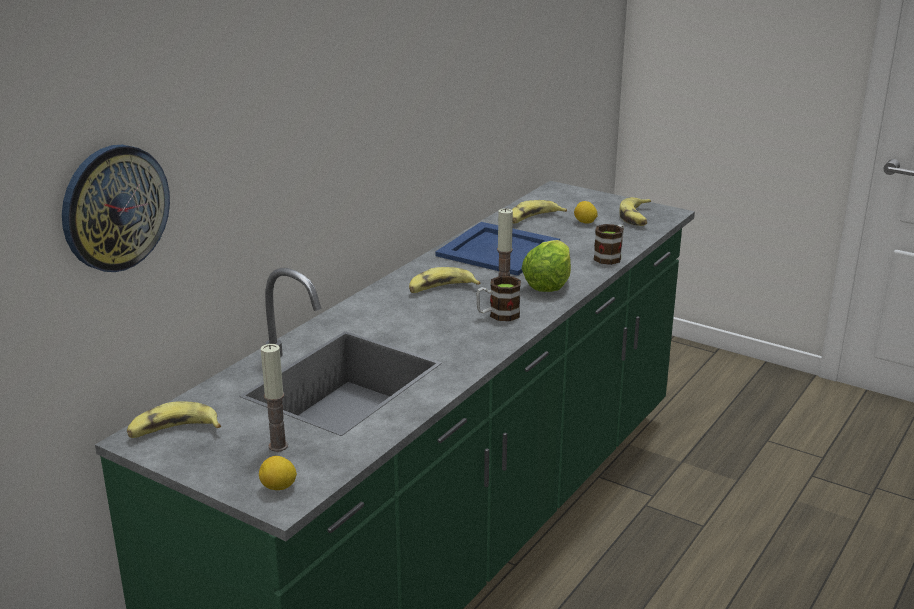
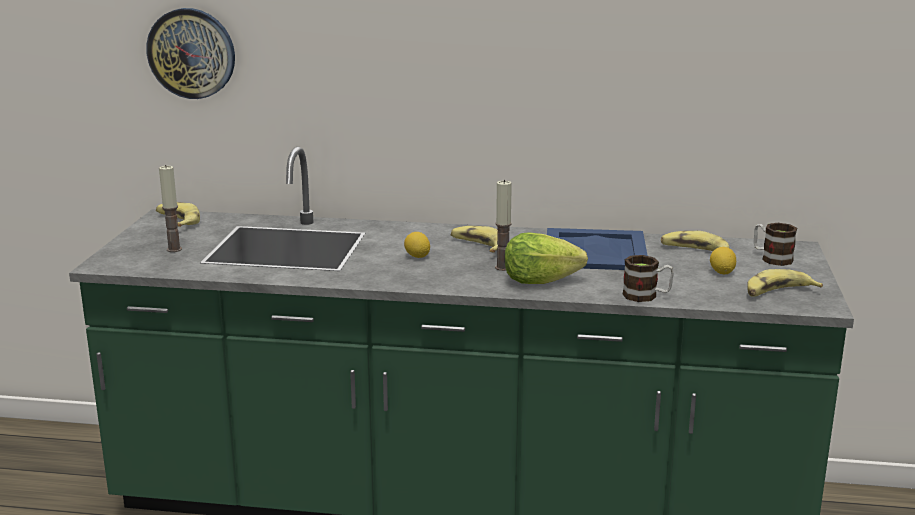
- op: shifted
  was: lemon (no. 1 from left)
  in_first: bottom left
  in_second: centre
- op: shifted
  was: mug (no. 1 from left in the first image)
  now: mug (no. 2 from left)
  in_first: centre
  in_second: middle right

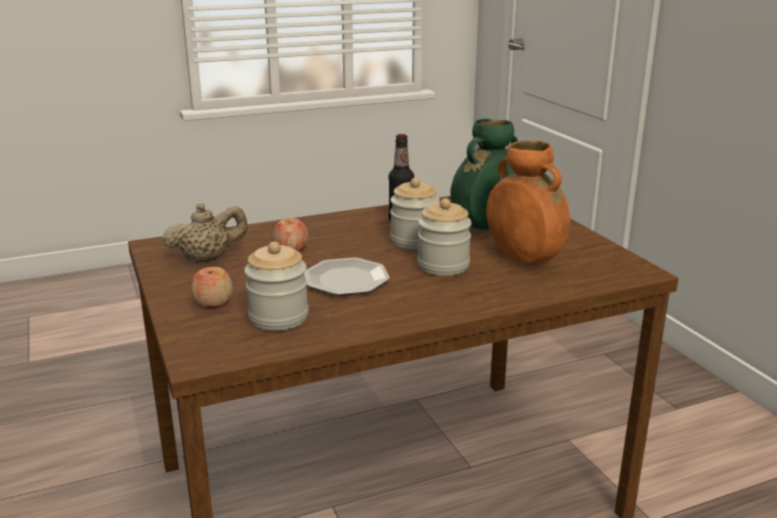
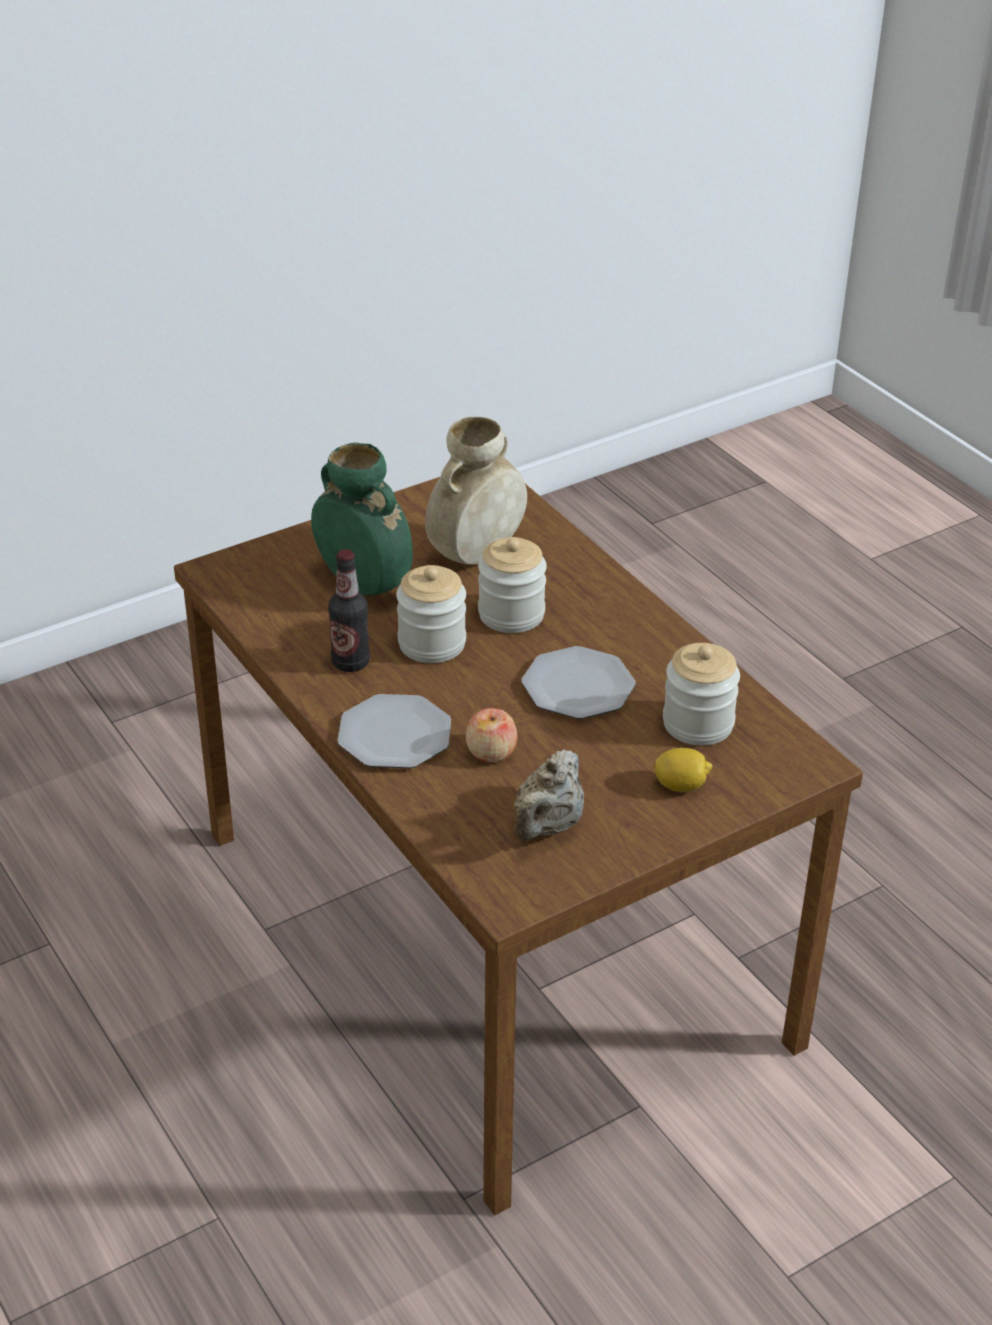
- op: new
  now: plate (no. 1 from left)
  in_second: centre
- op: swapped
  was: apple (no. 1 from left)
  now: lemon
  in_first: middle left
  in_second: middle right
- op: repainted
  was: orange_vase
  now: beige_vase
  in_first: middle right
  in_second: centre
- op: rotated
  was: beige_teapot
  in_first: middle left
  in_second: centre
  clockwise: -120

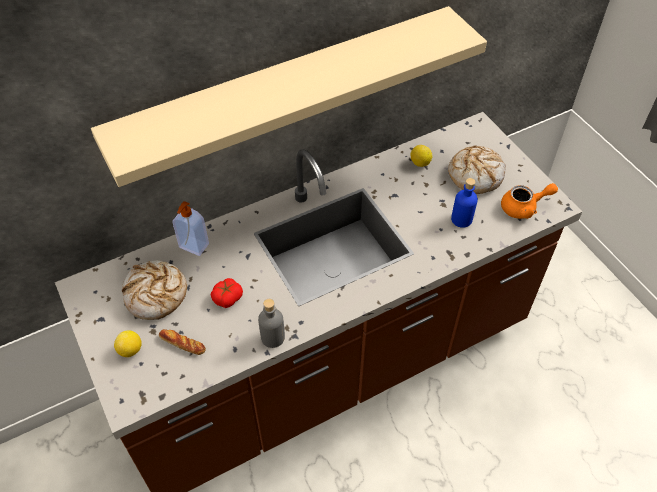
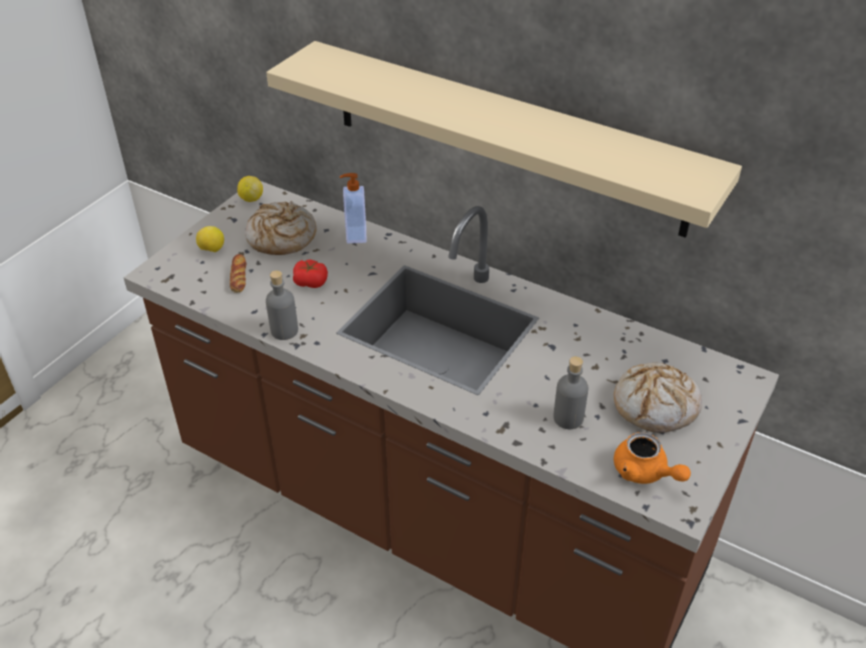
- op: shifted
  was: lemon (no. 2 from left)
  in_first: top centre
  in_second: top left
- op: repainted
  was: blue_bottle
  now: grey_bottle (no. 2 from left)
  in_first: middle right
  in_second: centre

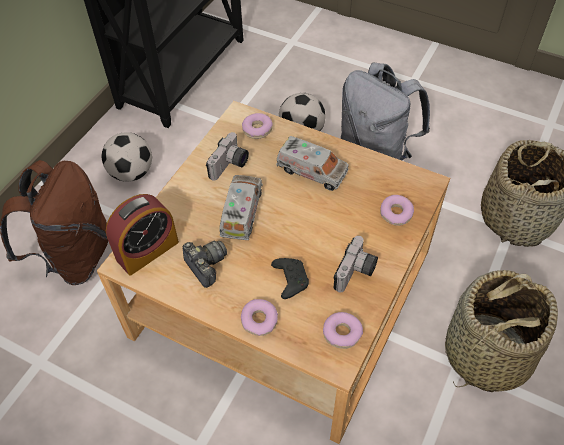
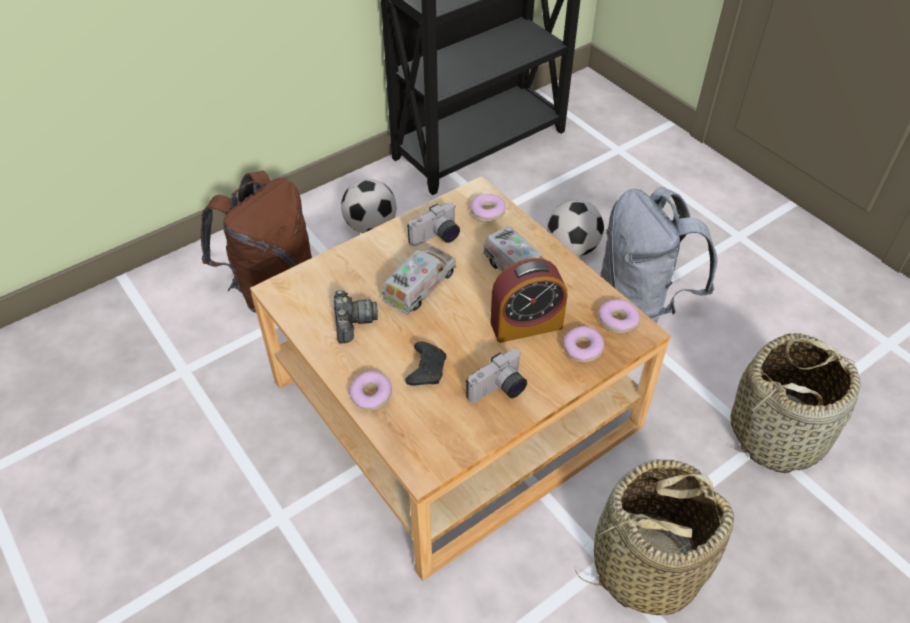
- op: shifted
  was: alarm_clock
  in_first: middle left
  in_second: centre
- op: shifted
  was: donut (no. 3 from left in the first image)
  now: donut (no. 4 from left)
  in_first: bottom centre
  in_second: middle right

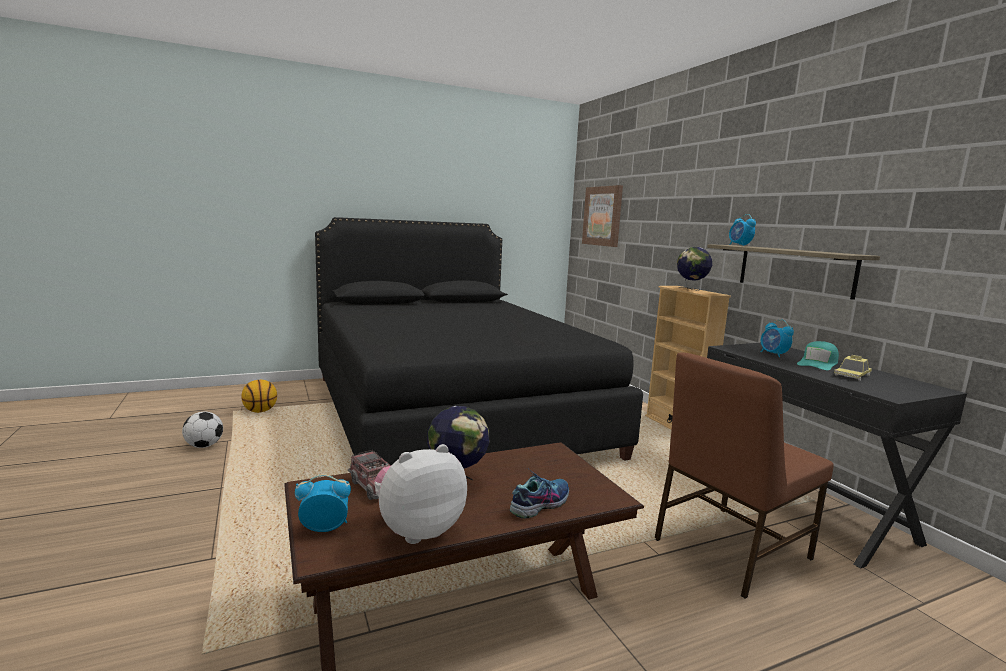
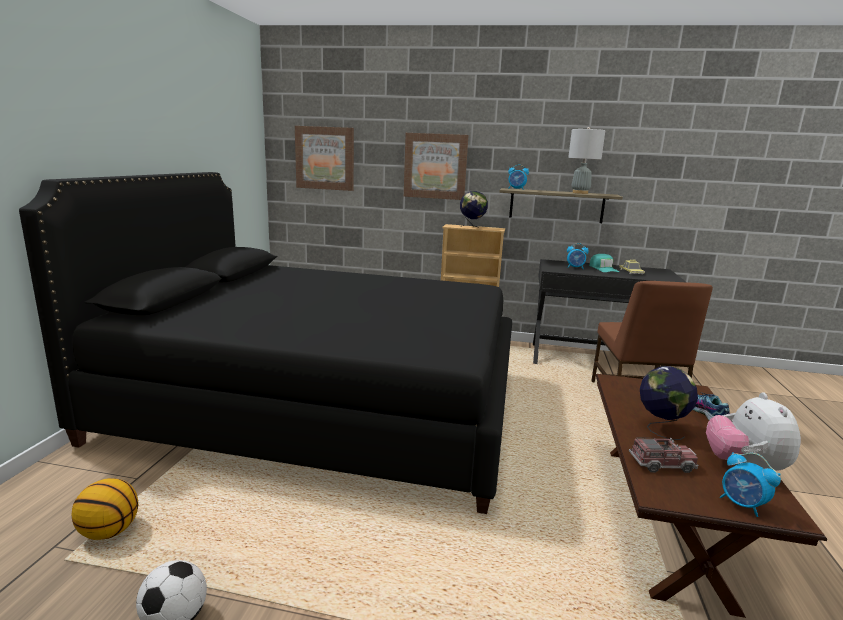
- op: new
  now: picture (no. 2 from left)
  in_second: top centre
- op: new
  now: grey_table_lamp
  in_second: top right
- op: rotated
  was: alarm_clock (no. 1 from left in the first image)
  in_first: bottom left
  in_second: bottom right
  clockwise: -60

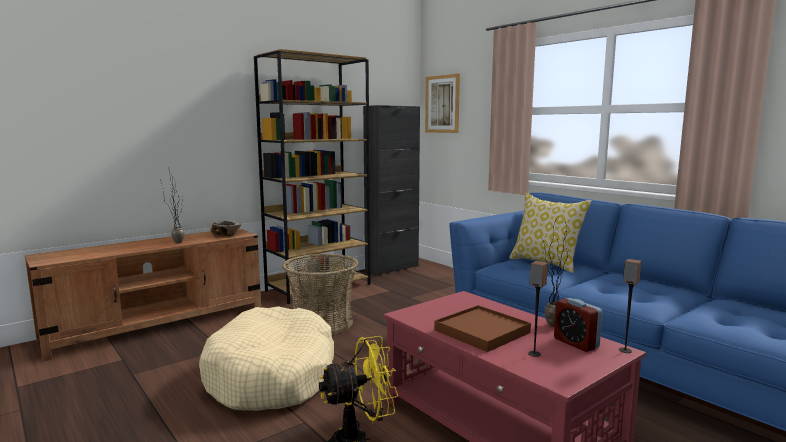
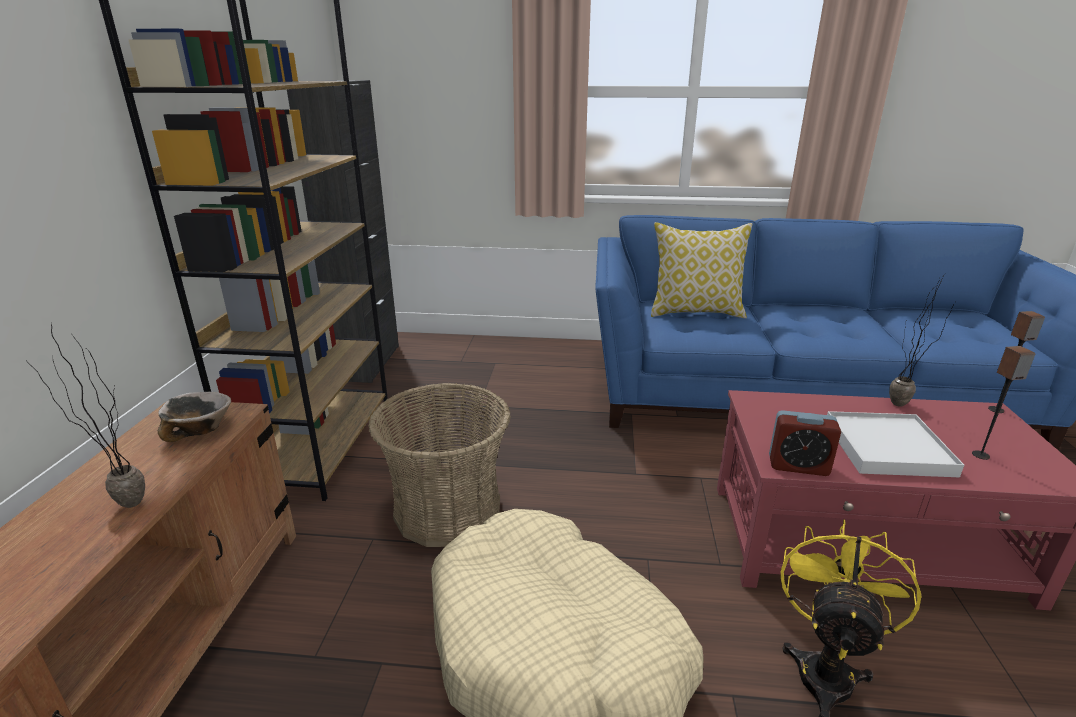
- op: gone
  was: picture
  in_first: top centre
- op: shifted
  was: alarm_clock
  in_first: bottom right
  in_second: middle right
- op: repainted
  was: brown_tray
  now: white_tray
  in_first: bottom centre
  in_second: middle right

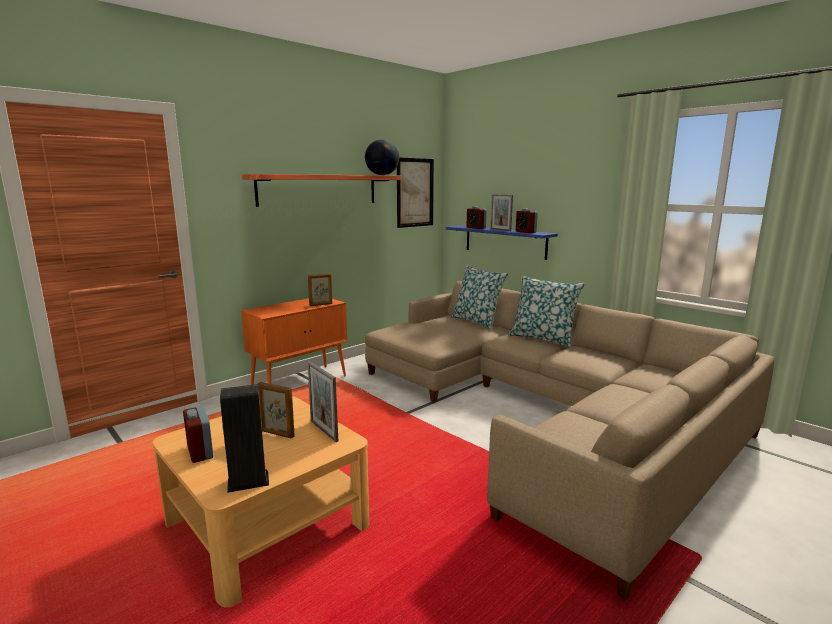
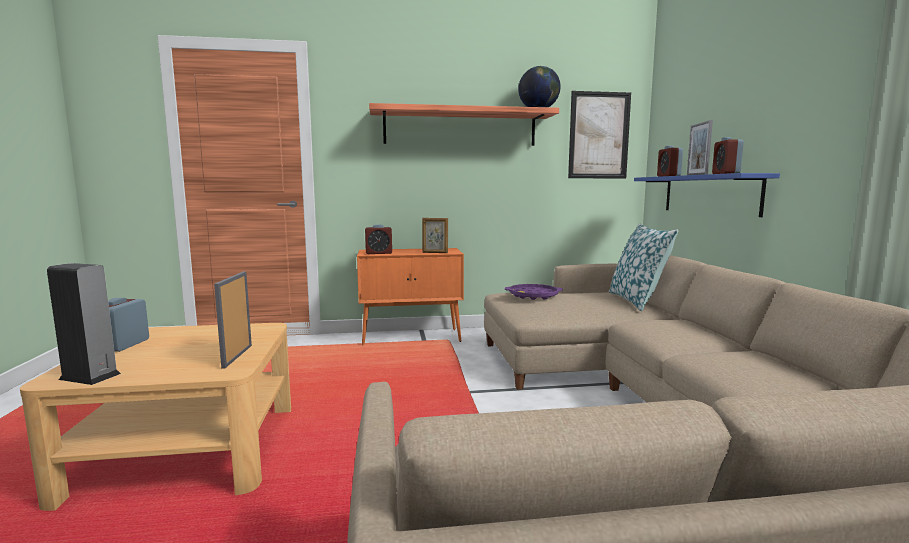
- op: gone
  was: picture_frame (no. 1 from left)
  in_first: middle left
- op: gone
  was: pillow (no. 2 from left)
  in_first: centre
- op: new
  now: alarm_clock (no. 2 from left)
  in_second: centre
- op: new
  now: purple_tray
  in_second: centre

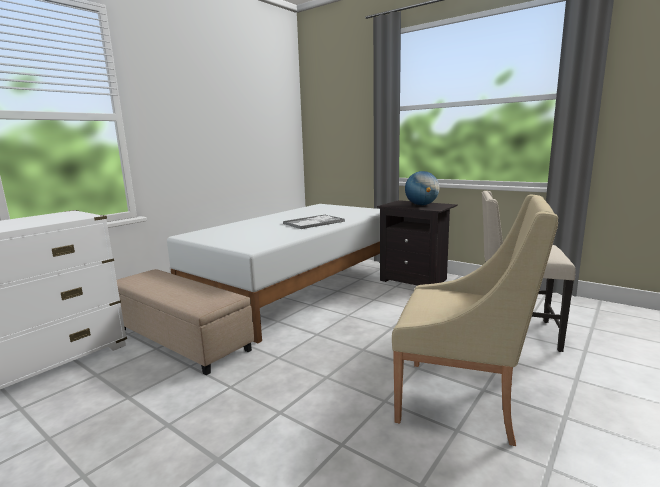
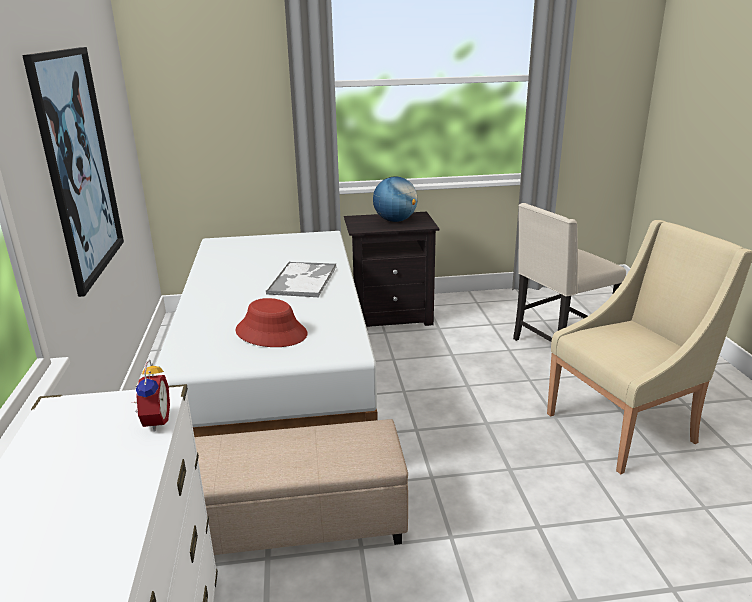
- op: new
  now: picture
  in_second: top left
- op: new
  now: alarm_clock
  in_second: middle left
- op: new
  now: red_hat
  in_second: centre

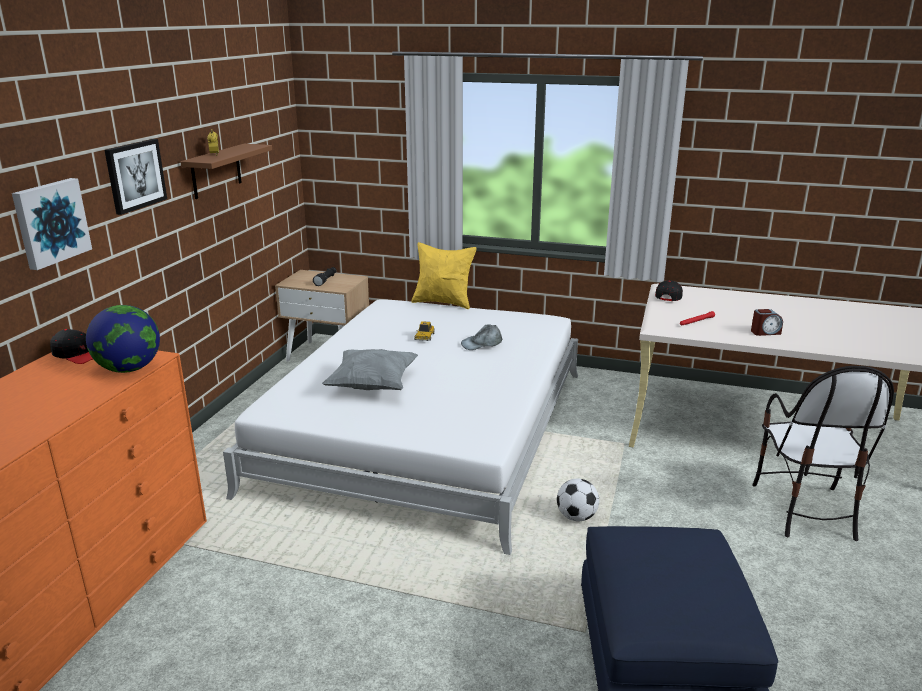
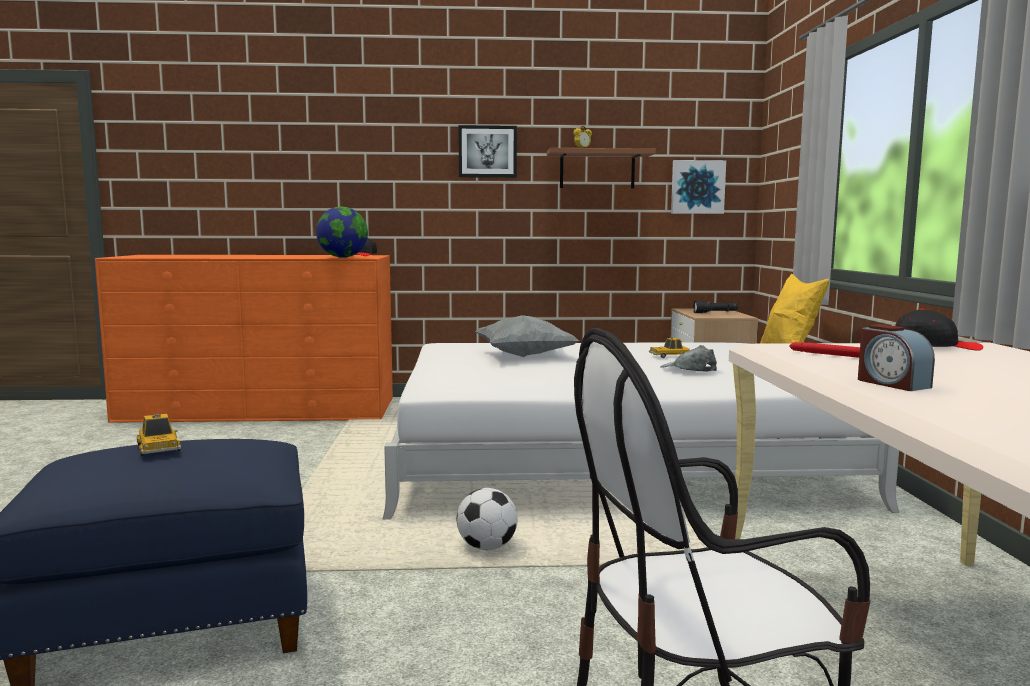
- op: new
  now: toy_car (no. 1 from left)
  in_second: middle left
- op: shifted
  was: picture (no. 1 from left in the first image)
  now: picture (no. 2 from left)
  in_first: top left
  in_second: top right

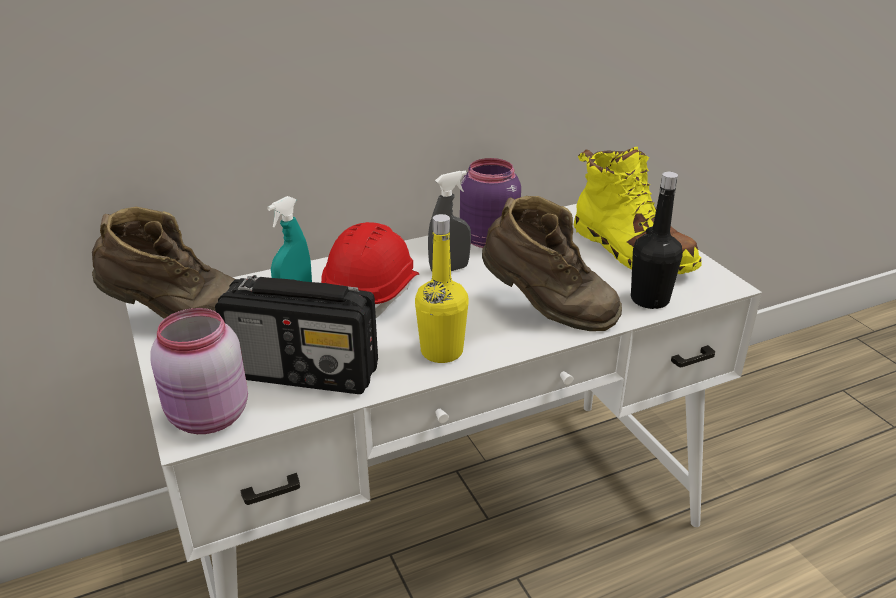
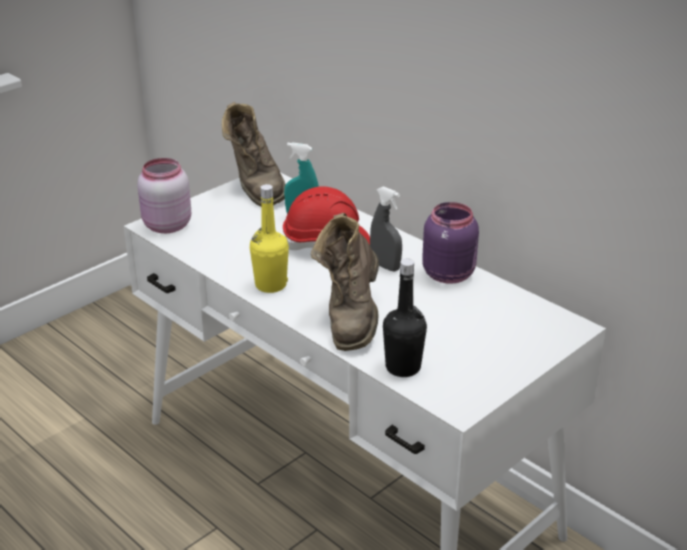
- op: gone
  was: radio
  in_first: middle left
- op: gone
  was: yellow_boot
  in_first: middle right

